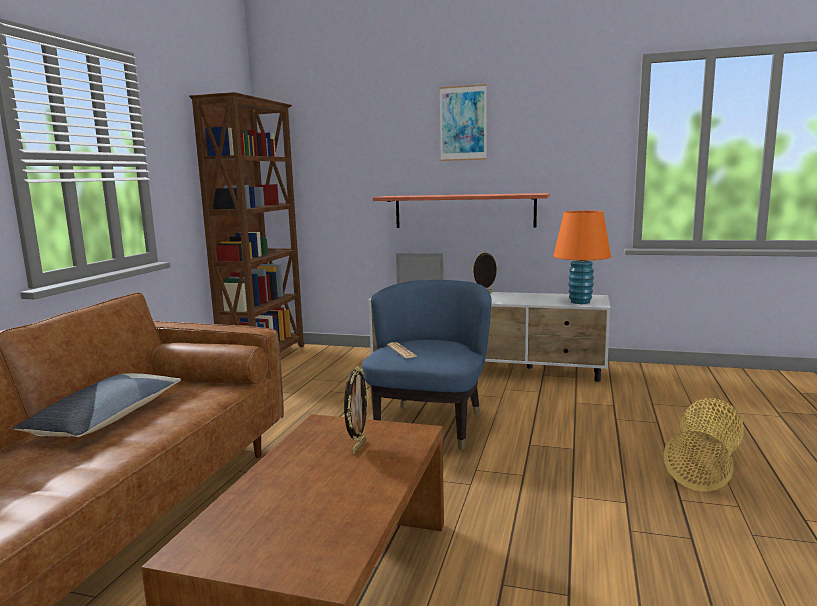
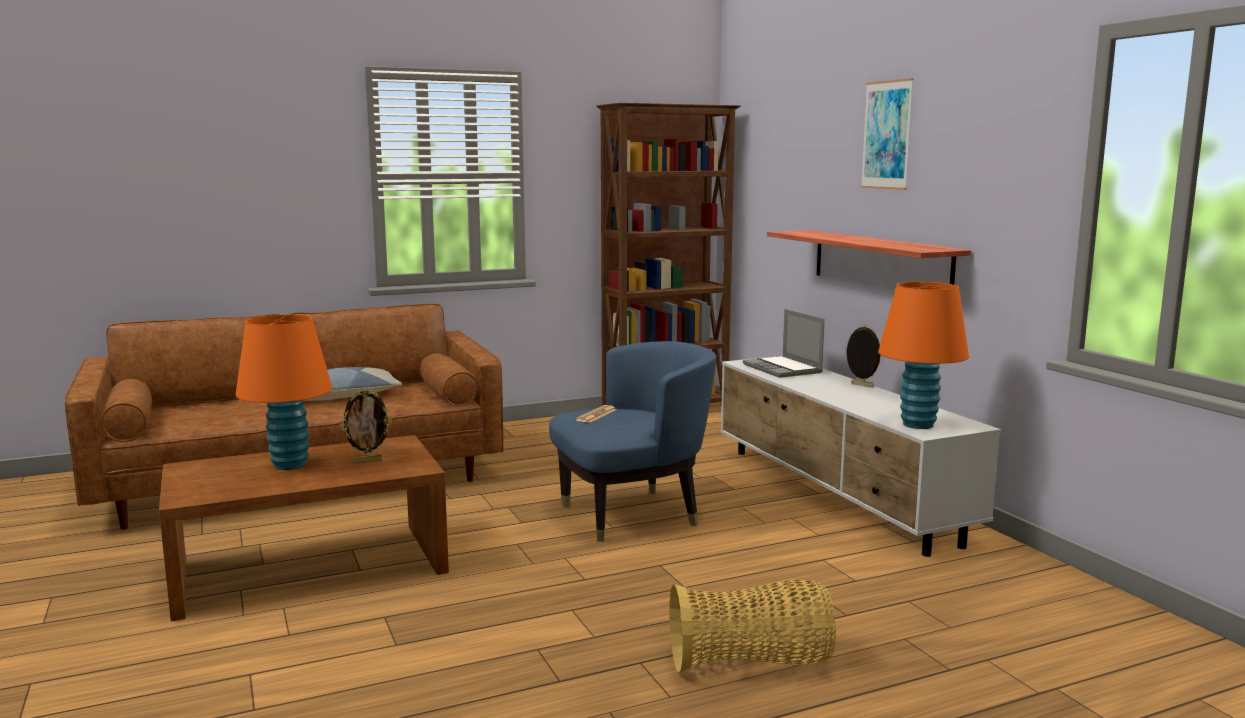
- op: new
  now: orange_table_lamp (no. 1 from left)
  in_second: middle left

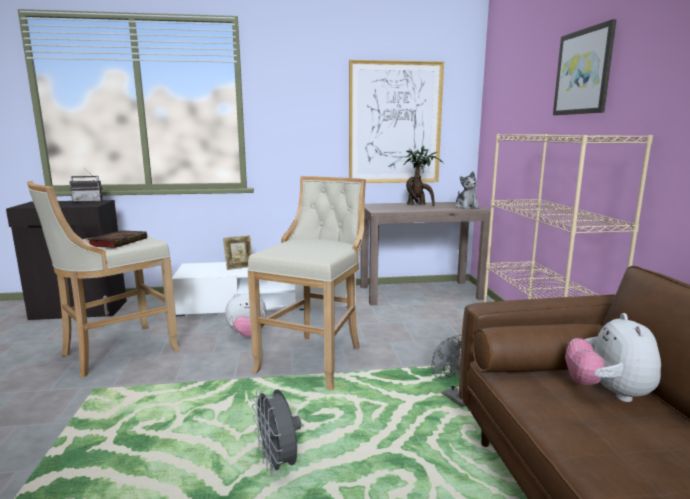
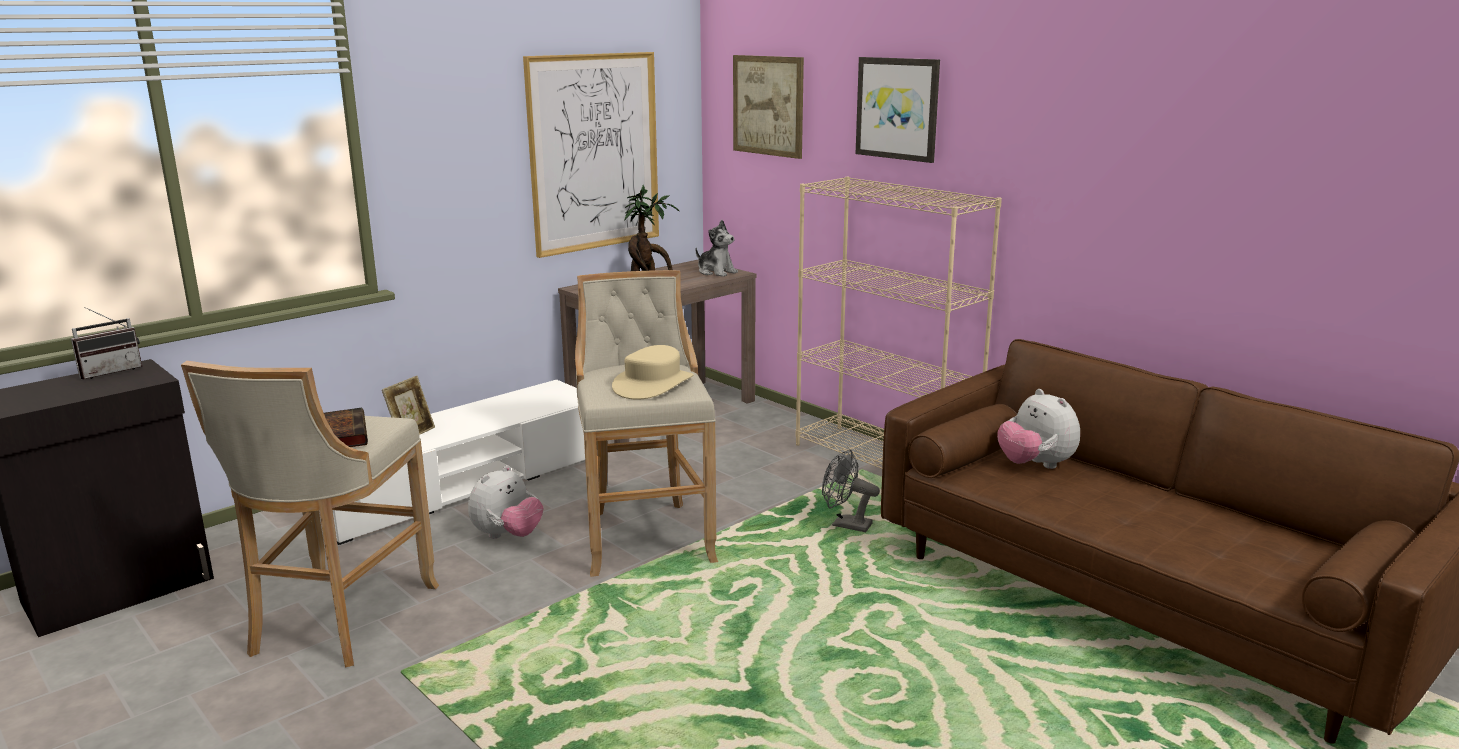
- op: gone
  was: grey_fan (no. 1 from left)
  in_first: bottom centre
- op: new
  now: beige_hat
  in_second: centre
- op: new
  now: picture (no. 2 from left)
  in_second: top centre

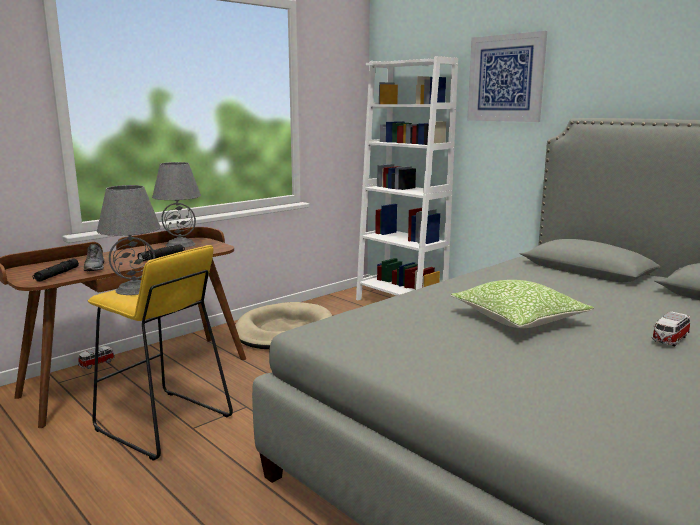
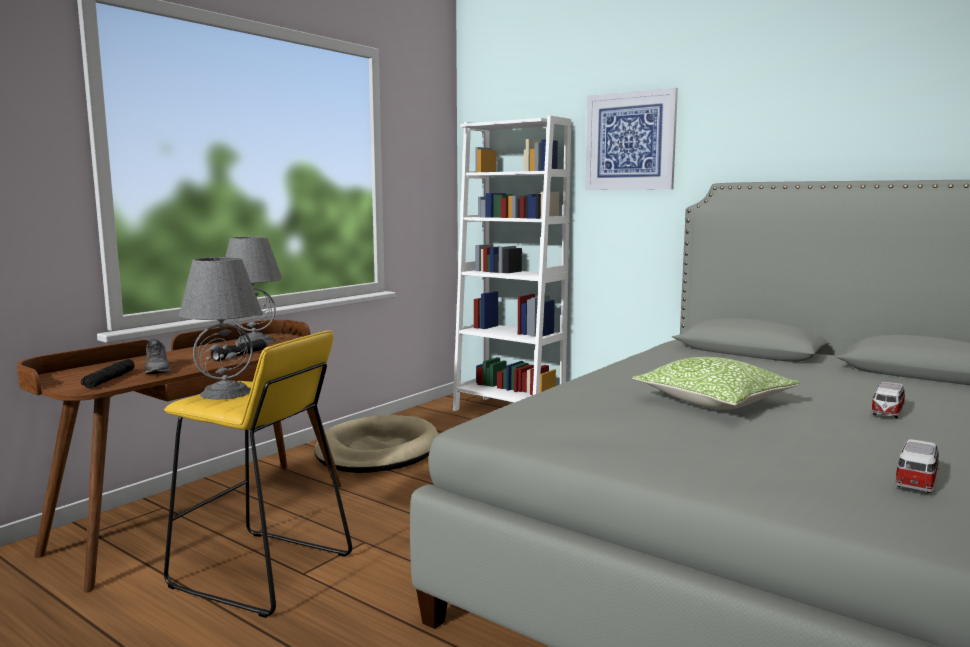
- op: shifted
  was: toy_car (no. 1 from left in the first image)
  now: toy_car (no. 2 from left)
  in_first: bottom left
  in_second: bottom right

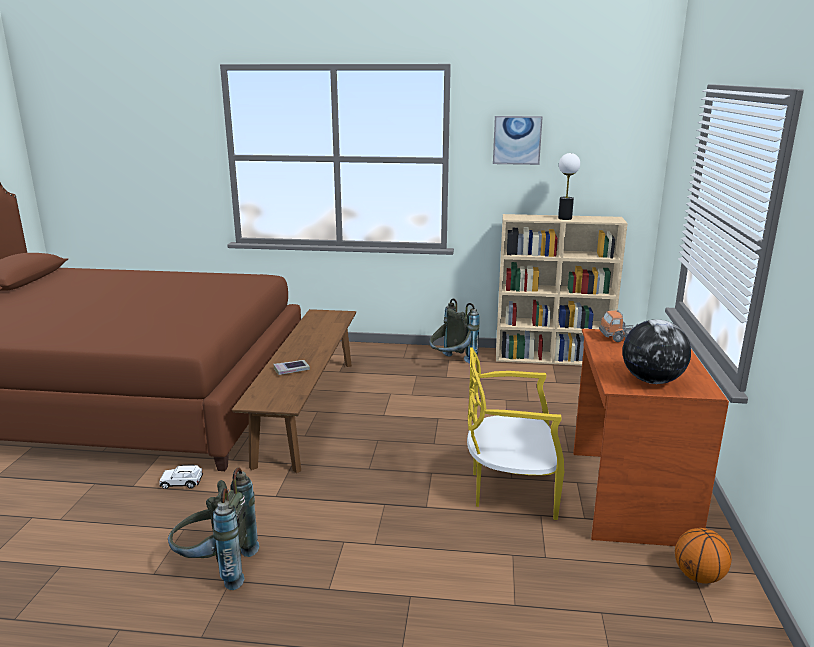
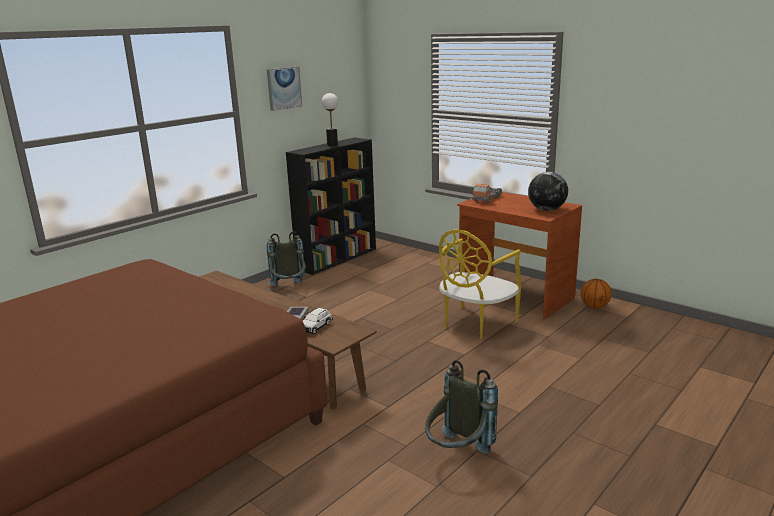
- op: shifted
  was: white_toy_car
  in_first: bottom left
  in_second: centre
- op: repainted
  was: beige_bookcase
  now: black_bookcase
  in_first: middle right
  in_second: centre

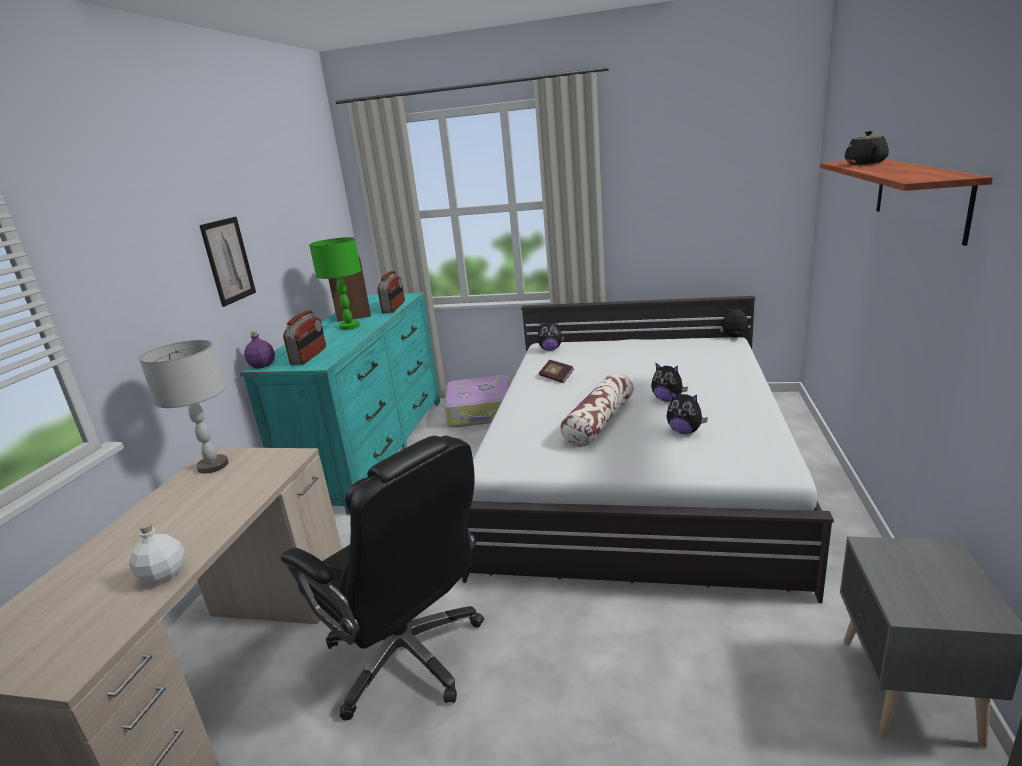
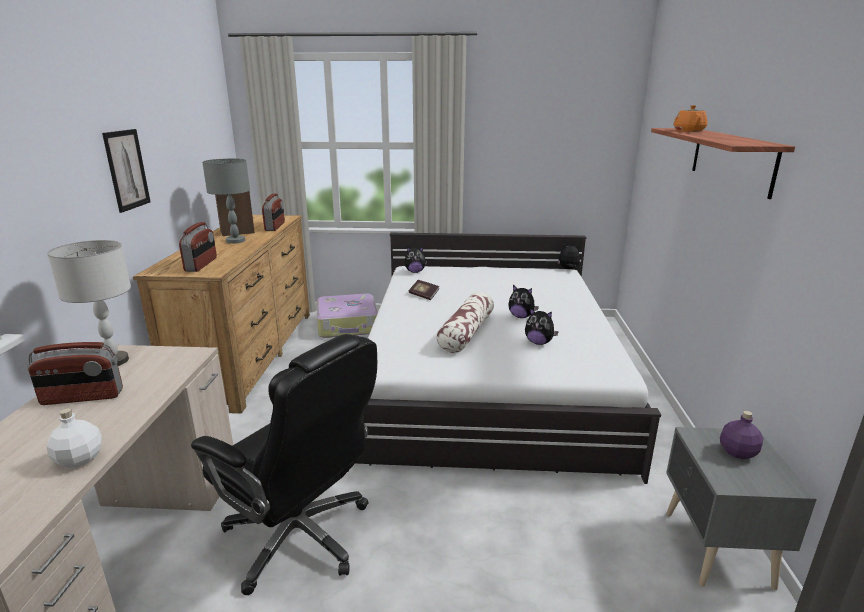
- op: new
  now: radio (no. 1 from left)
  in_second: middle left
- op: shifted
  was: purple_bottle
  in_first: middle left
  in_second: bottom right
- op: repainted
  was: turquoise_dresser
  now: brown_dresser
  in_first: middle left
  in_second: middle left
- op: repainted
  was: green_table_lamp
  now: grey_table_lamp (no. 2 from left)
  in_first: middle left
  in_second: top left
- op: repainted
  was: black_teapot
  now: orange_teapot
  in_first: top right
  in_second: top right

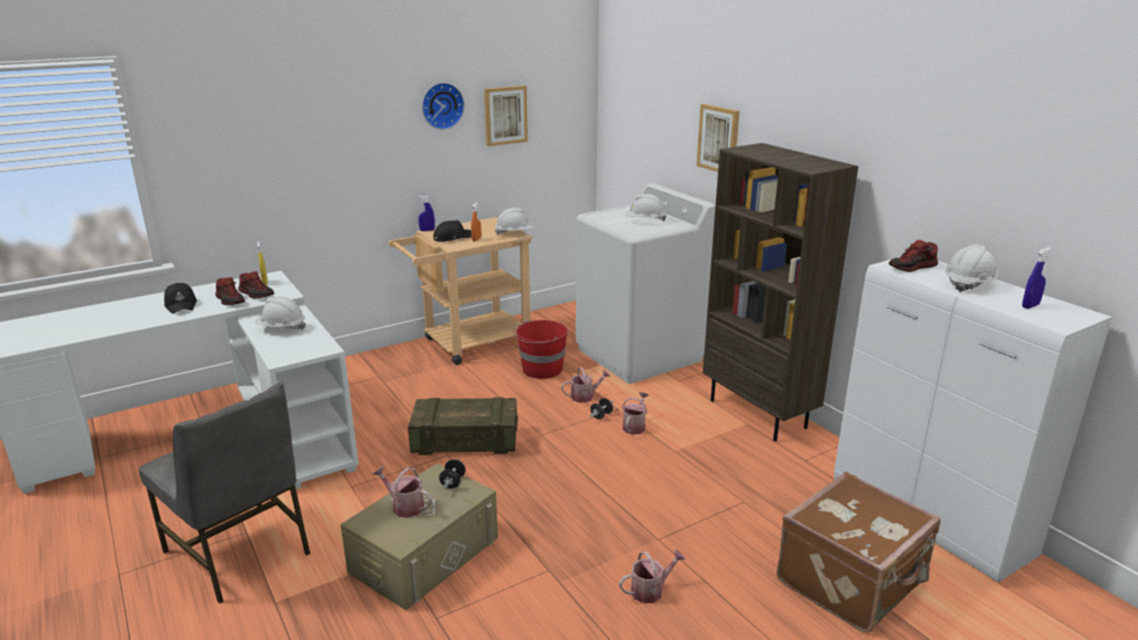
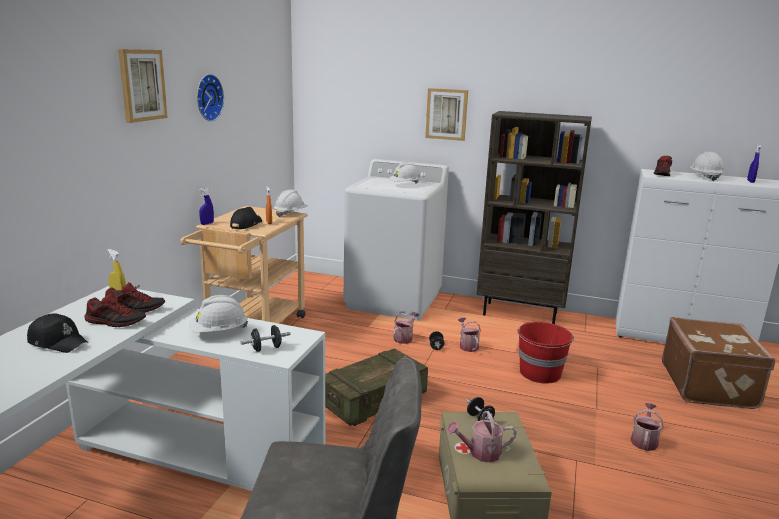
- op: new
  now: black_dumbbell (no. 1 from left)
  in_second: centre
- op: shifted
  was: picture (no. 1 from left)
  in_first: top centre
  in_second: top left
- op: shifted
  was: red_bucket
  in_first: centre
  in_second: bottom right

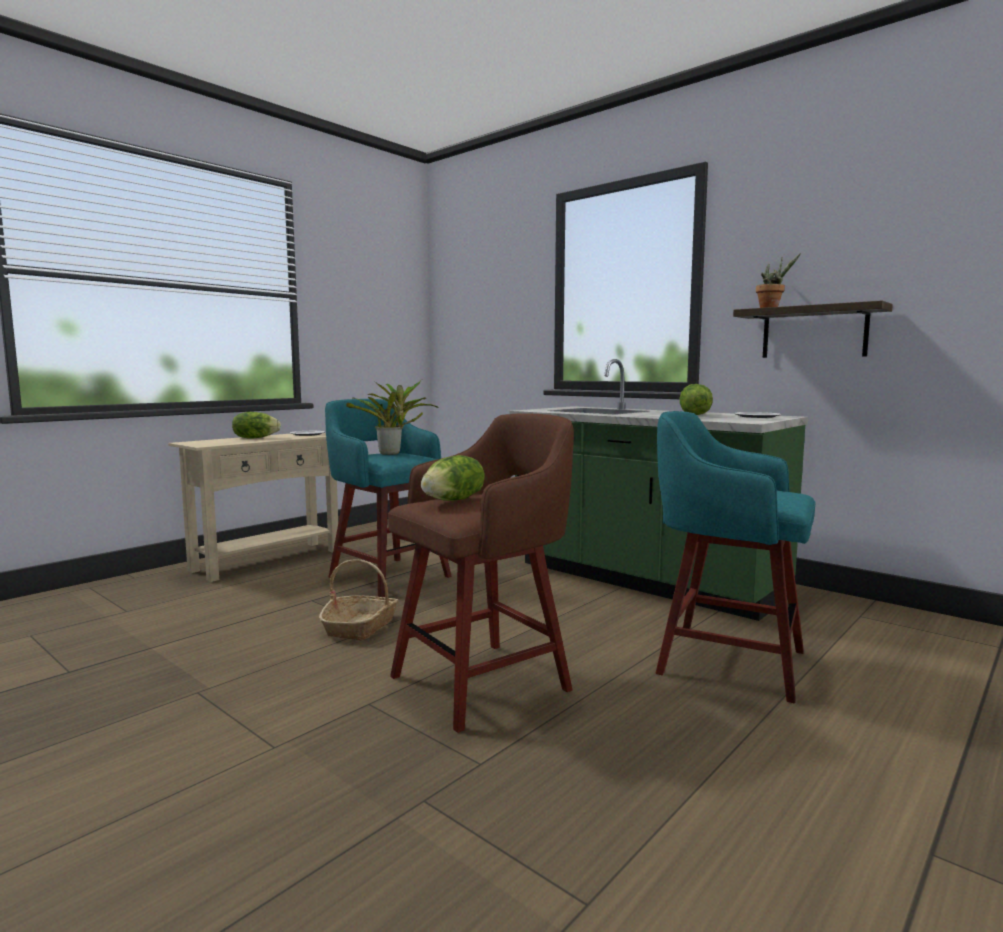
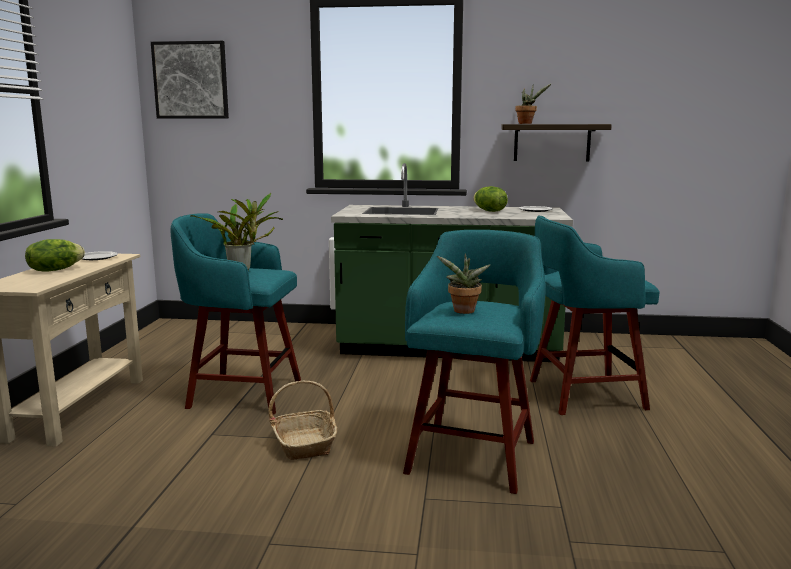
- op: new
  now: picture
  in_second: top left
- op: swapped
  was: lettuce (no. 2 from left)
  now: potted_plant (no. 2 from left)
  in_first: centre
  in_second: centre
- op: repainted
  was: brown_stool
  now: turquoise_stool (no. 2 from left)
  in_first: centre
  in_second: centre

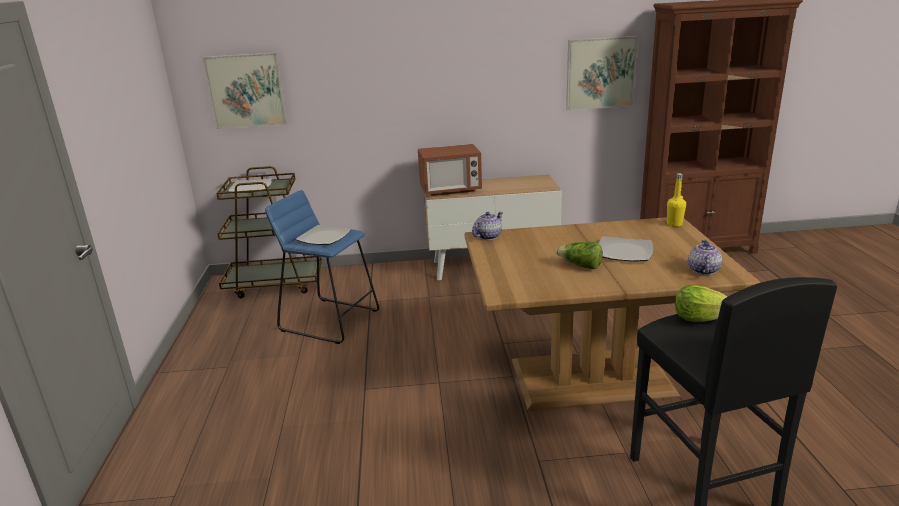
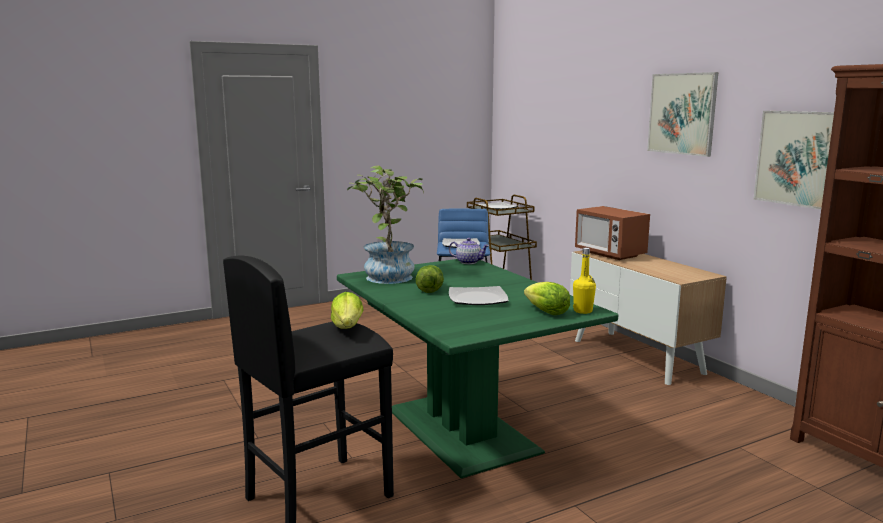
- op: gone
  was: teapot (no. 2 from left)
  in_first: middle right
- op: new
  now: potted_plant
  in_second: centre
- op: new
  now: lettuce (no. 3 from left)
  in_second: centre
- op: shifted
  was: picture (no. 1 from left)
  in_first: top left
  in_second: top right
- op: repainted
  was: brown_dining_table
  now: green_dining_table
  in_first: middle right
  in_second: bottom centre

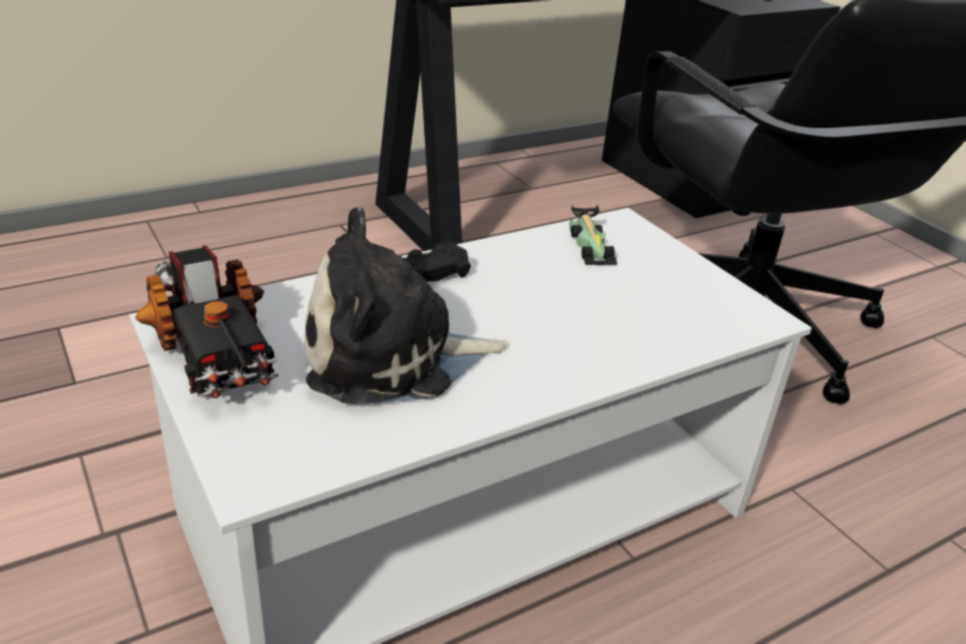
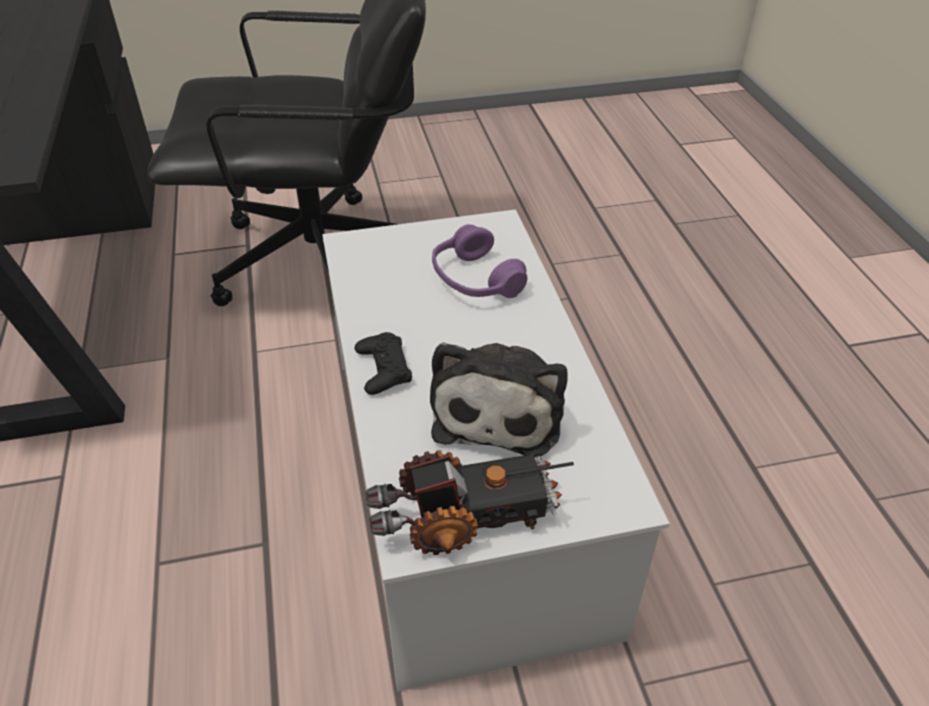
- op: gone
  was: toy_car
  in_first: centre
- op: new
  now: purple_headphones
  in_second: centre

